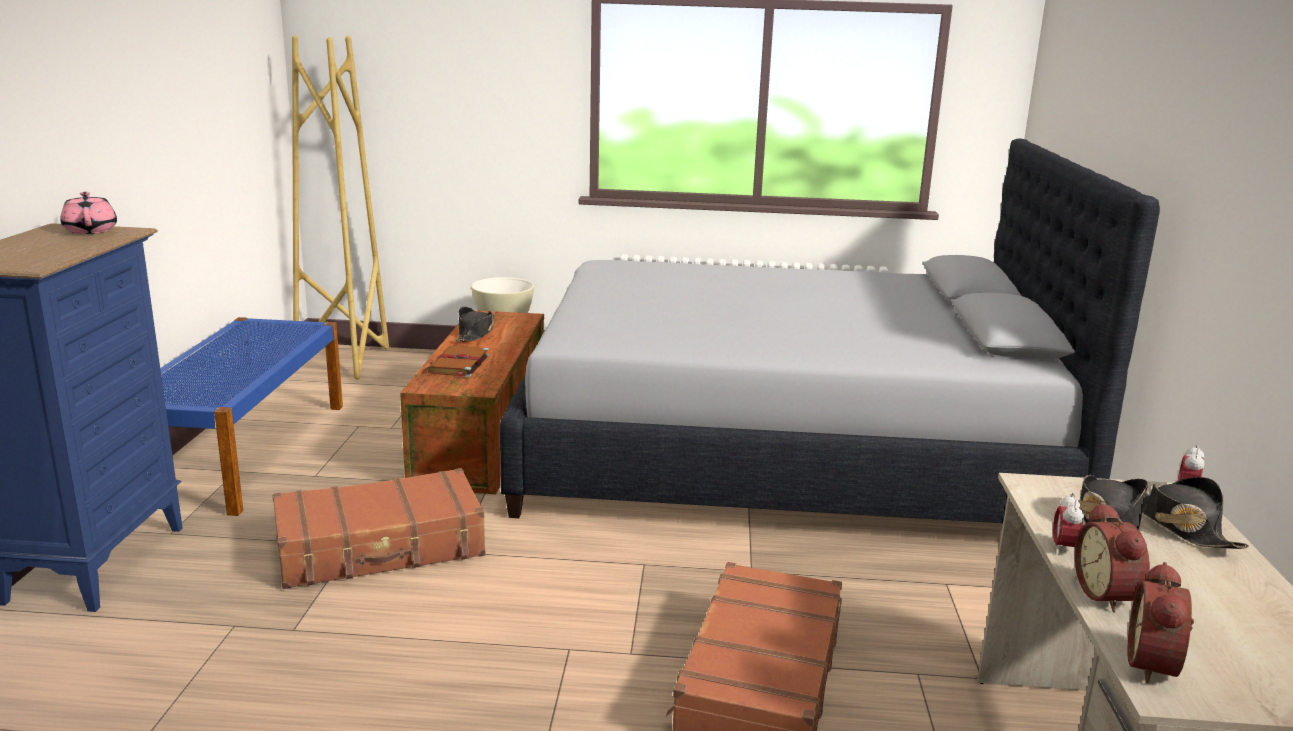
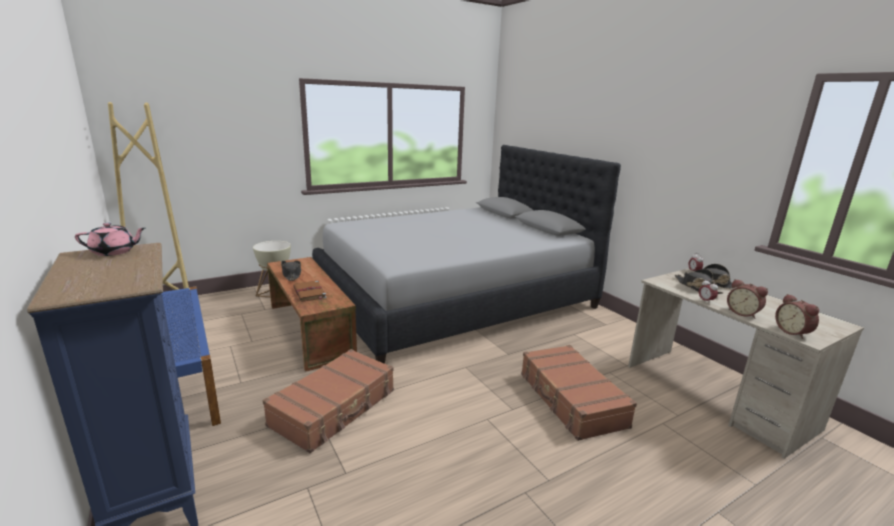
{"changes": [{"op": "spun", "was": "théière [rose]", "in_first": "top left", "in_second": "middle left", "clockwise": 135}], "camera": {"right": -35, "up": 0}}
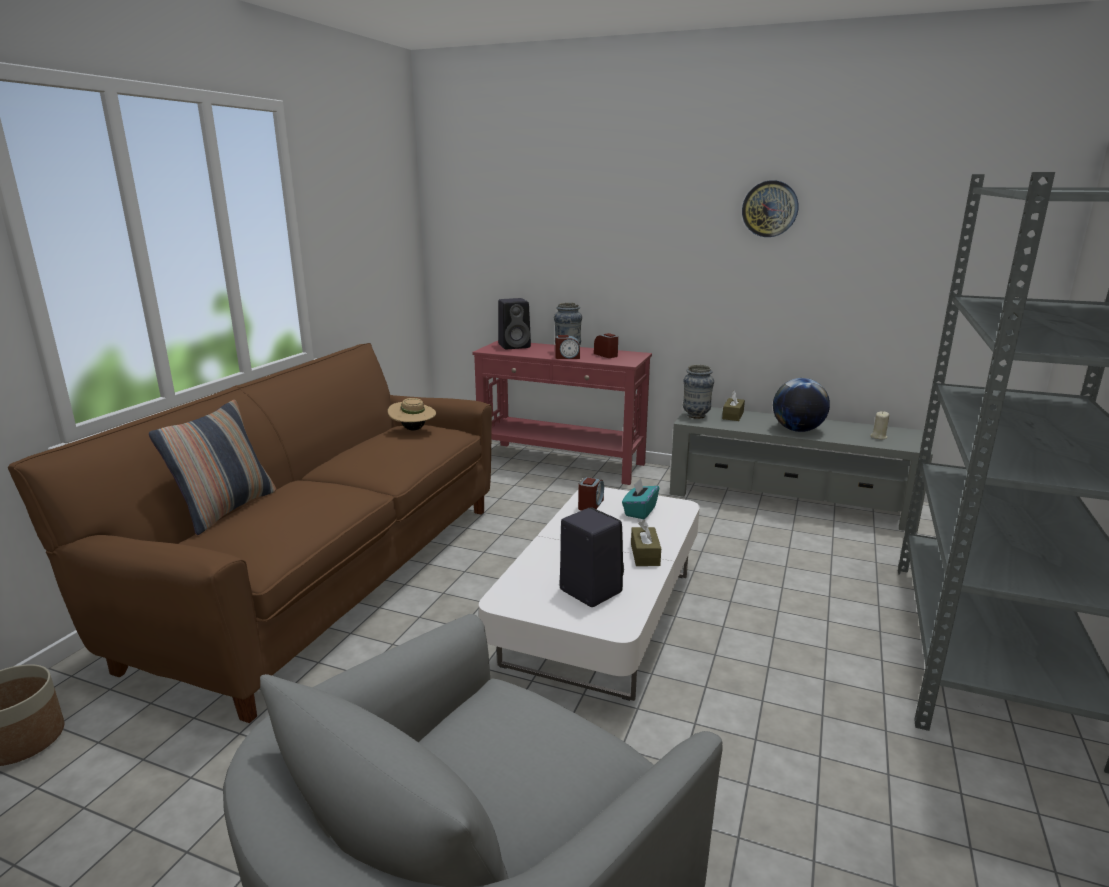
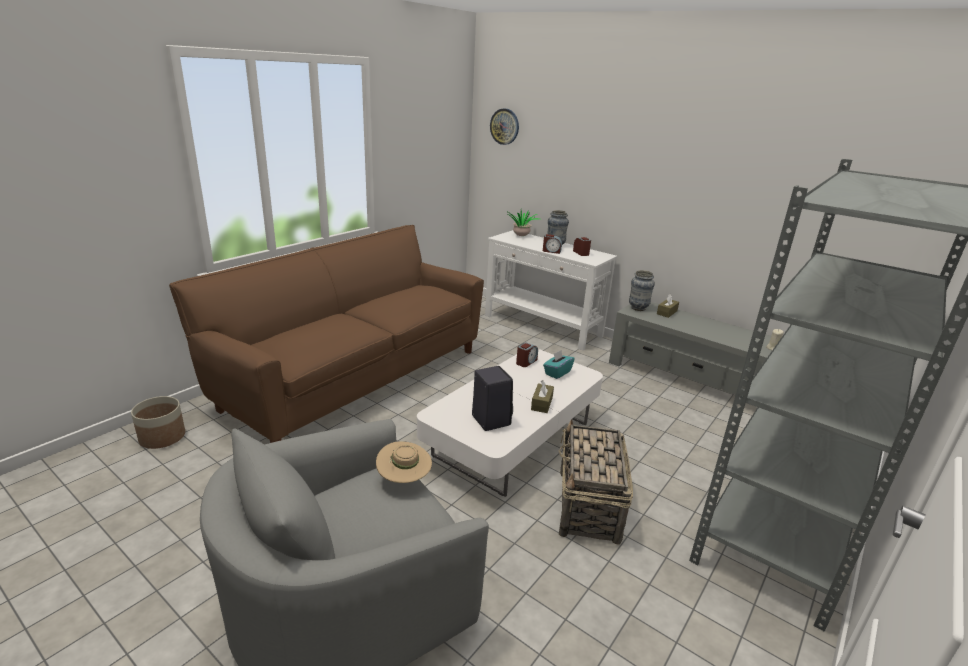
{"changes": [{"op": "relocated", "was": "horloge murale", "in_first": "top right", "in_second": "top centre"}, {"op": "exchanged", "was": "enceinte [noir] (no. 1 from left)", "now": "plante en pot", "in_first": "centre", "in_second": "centre"}, {"op": "colour", "was": "table console [rouge]", "now": "table console [blanc]", "in_first": "centre", "in_second": "centre"}, {"op": "missing", "was": "globe", "in_first": "middle right"}, {"op": "relocated", "was": "chapeau [beige]", "in_first": "centre", "in_second": "bottom centre"}, {"op": "missing", "was": "coussin", "in_first": "middle left"}, {"op": "appeared", "now": "panier", "in_second": "bottom centre"}], "camera": {"right": 15, "up": 5}}
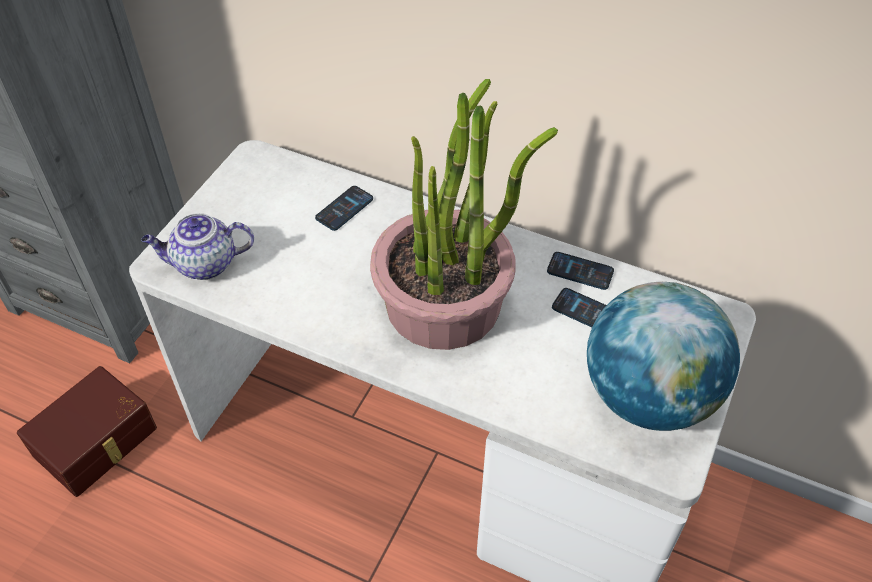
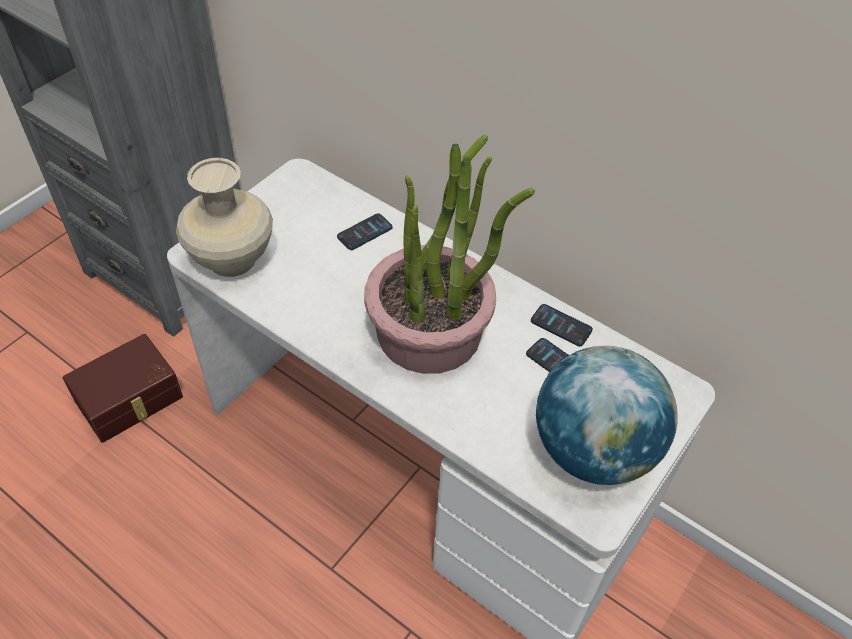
{"changes": [{"op": "exchanged", "was": "théière", "now": "vase [beige]", "in_first": "middle left", "in_second": "middle left"}], "camera": {"right": 10, "up": 0}}
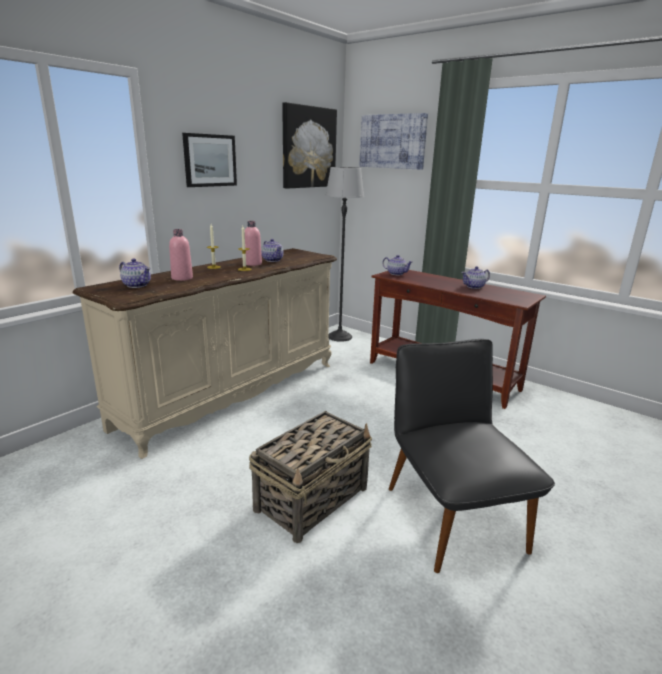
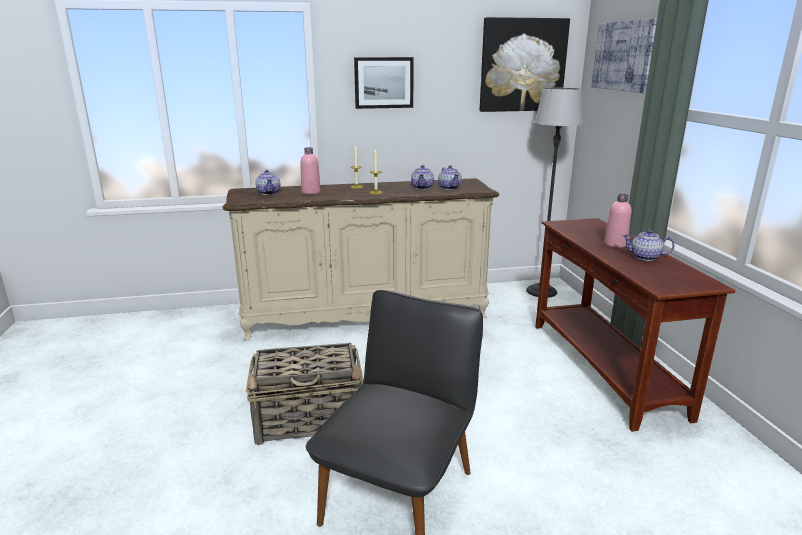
{"changes": [{"op": "relocated", "was": "bouteille [rose] (no. 2 from left)", "in_first": "centre", "in_second": "middle right"}, {"op": "relocated", "was": "théière (no. 3 from left)", "in_first": "centre", "in_second": "top centre"}], "camera": {"right": 40, "up": 0}}
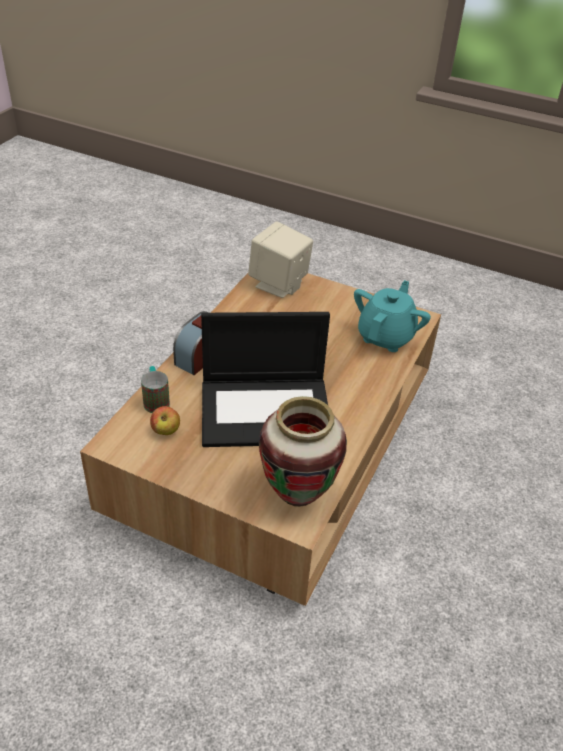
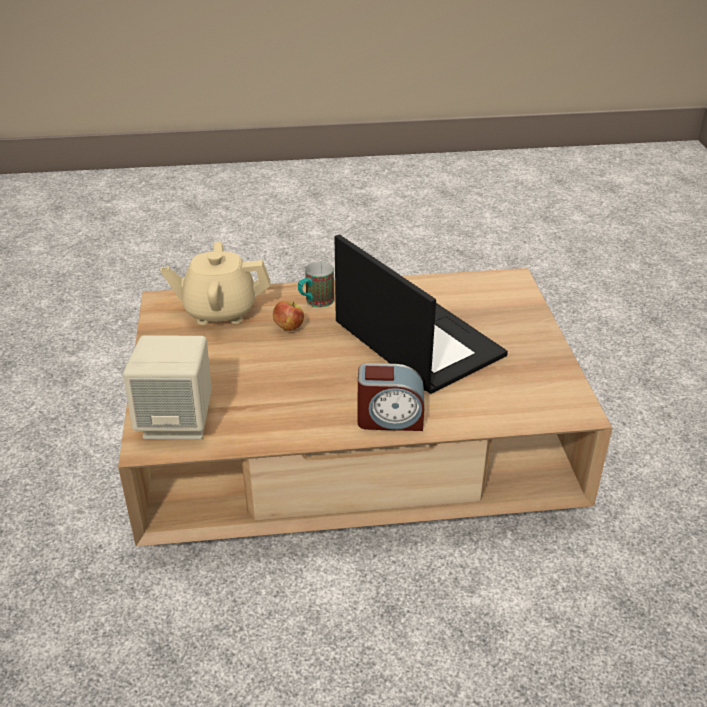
{"changes": [{"op": "colour", "was": "théière [turquoise]", "now": "théière [beige]", "in_first": "middle right", "in_second": "middle left"}, {"op": "relocated", "was": "mug", "in_first": "middle left", "in_second": "centre"}, {"op": "missing", "was": "vase", "in_first": "centre"}, {"op": "relocated", "was": "pomme", "in_first": "middle left", "in_second": "centre"}], "camera": {"right": -120, "up": -5}}
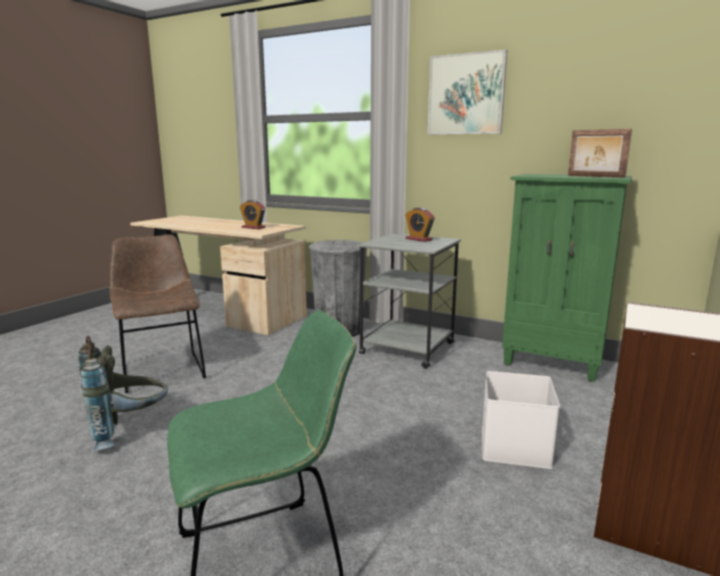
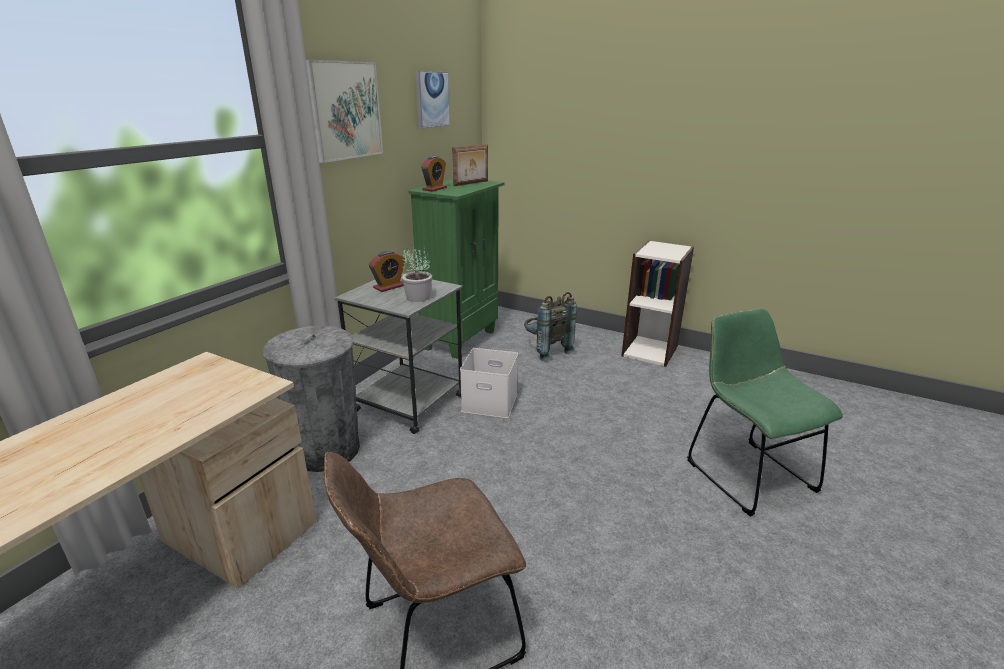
{"changes": [{"op": "relocated", "was": "réveil (no. 1 from left in the first image)", "now": "réveil (no. 2 from left)", "in_first": "centre", "in_second": "top centre"}, {"op": "relocated", "was": "sac à dos [gris]", "in_first": "bottom left", "in_second": "centre"}, {"op": "relocated", "was": "boîte de rangement [blanc]", "in_first": "bottom right", "in_second": "centre"}, {"op": "appeared", "now": "tableau (no. 2 from left)", "in_second": "top centre"}, {"op": "appeared", "now": "plante en pot", "in_second": "centre"}], "camera": {"right": -90, "up": 10}}
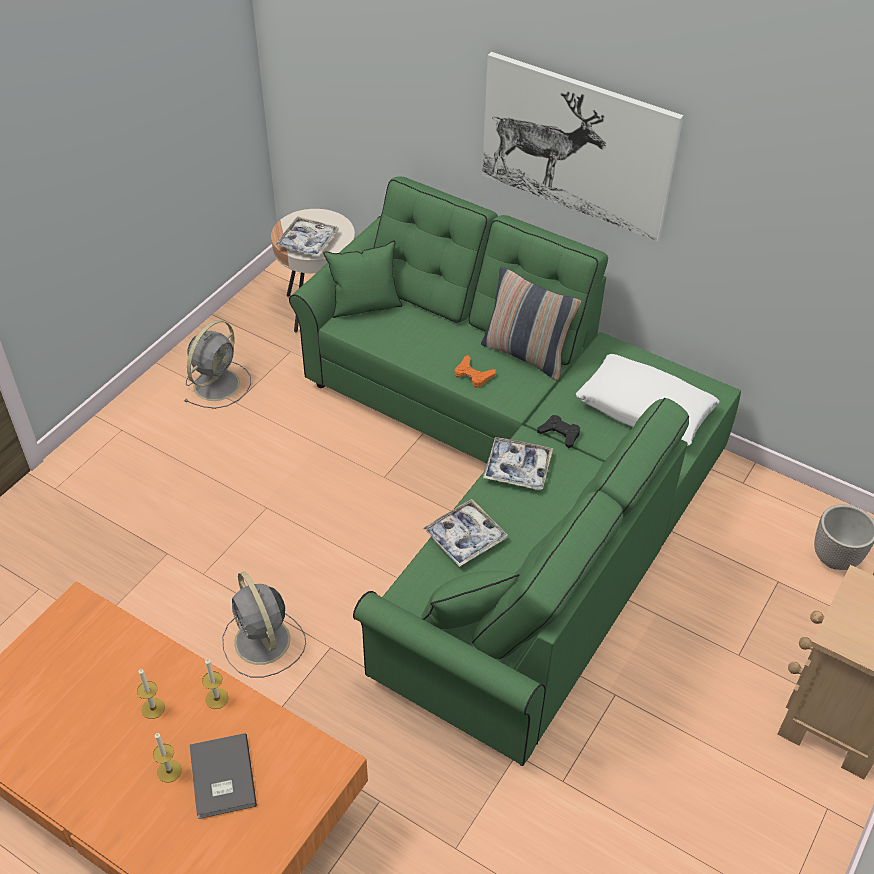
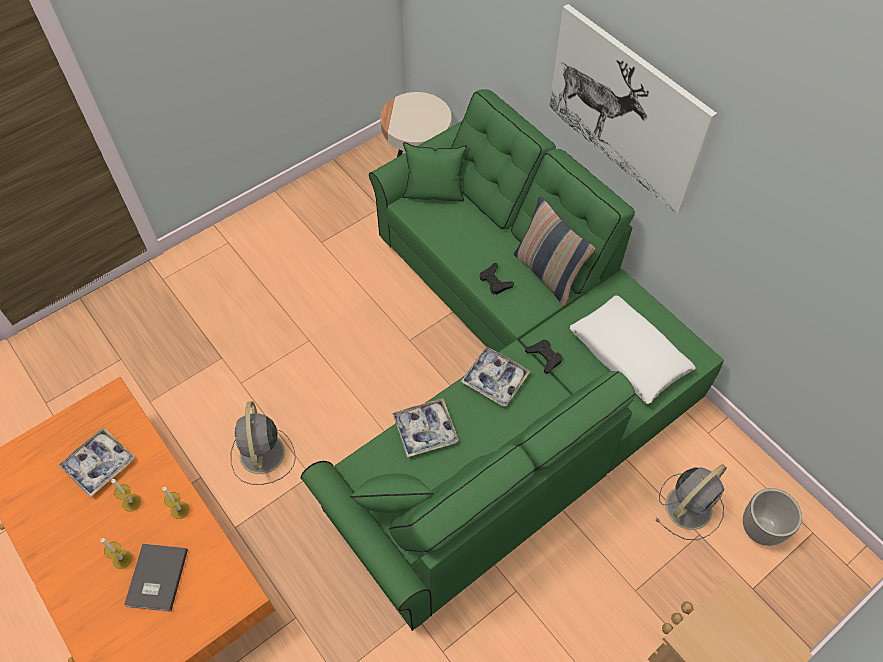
{"changes": [{"op": "relocated", "was": "plateau (no. 1 from left)", "in_first": "top centre", "in_second": "bottom left"}, {"op": "relocated", "was": "ventilateur [gris] (no. 1 from left in the first image)", "now": "ventilateur [gris] (no. 2 from left)", "in_first": "middle left", "in_second": "bottom right"}, {"op": "colour", "was": "manette [orange]", "now": "manette [noir] (no. 1 from left)", "in_first": "centre", "in_second": "centre"}], "camera": {"right": 20, "up": 10}}
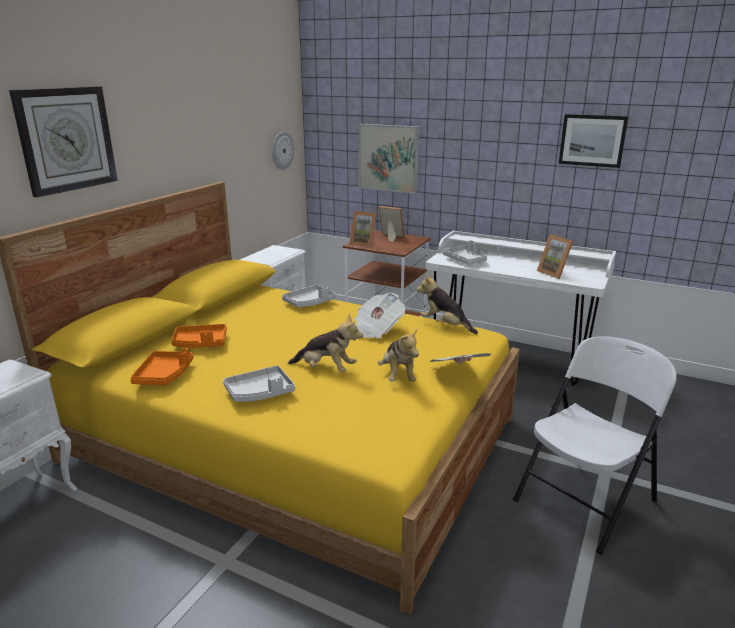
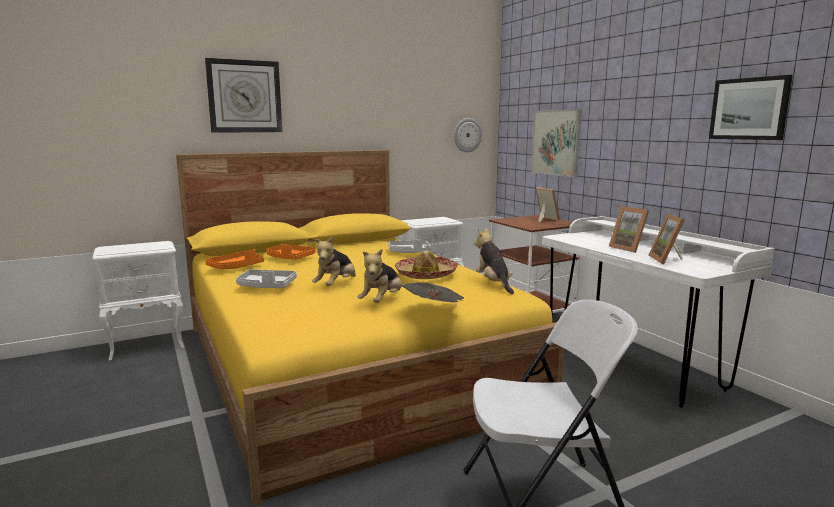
{"changes": [{"op": "relocated", "was": "cadre photo (no. 1 from left in the first image)", "now": "cadre photo (no. 2 from left)", "in_first": "centre", "in_second": "middle right"}, {"op": "missing", "was": "plateau [gris] (no. 3 from left)", "in_first": "centre"}, {"op": "exchanged", "was": "journal (no. 1 from left)", "now": "chapeau", "in_first": "centre", "in_second": "centre"}, {"op": "spun", "was": "peluche (no. 1 from left)", "in_first": "centre", "in_second": "centre", "clockwise": 60}], "camera": {"right": 35, "up": -10}}
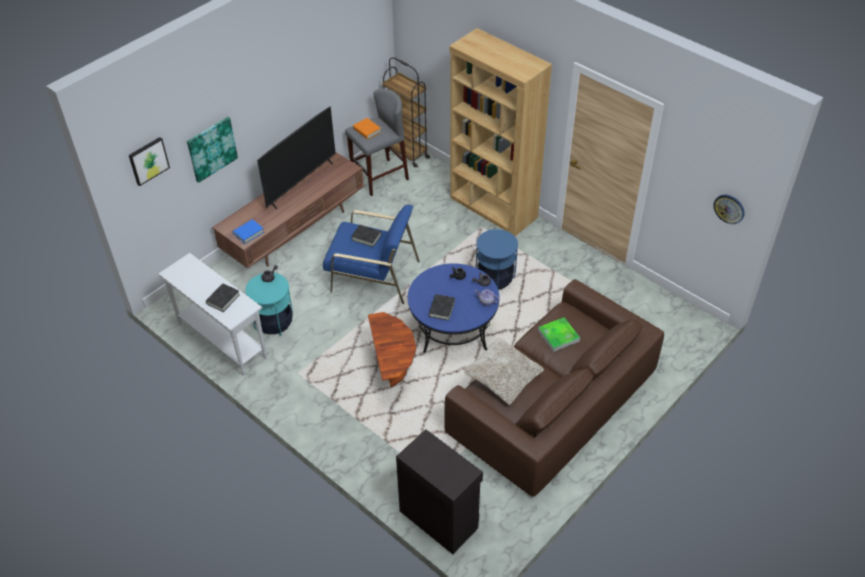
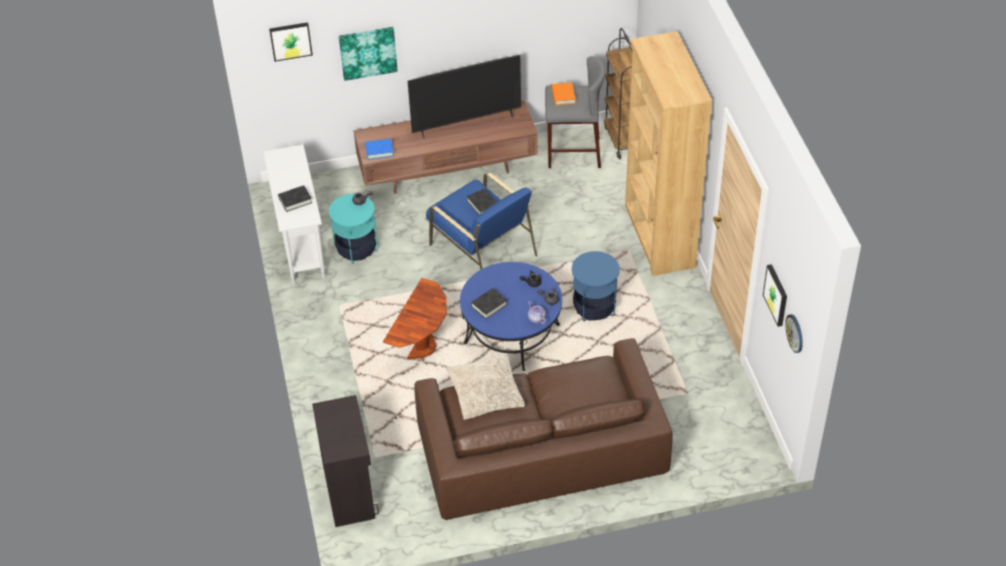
{"changes": [{"op": "missing", "was": "plateau", "in_first": "centre"}, {"op": "appeared", "now": "tableau (no. 3 from left)", "in_second": "middle right"}], "camera": {"right": 35, "up": 0}}
